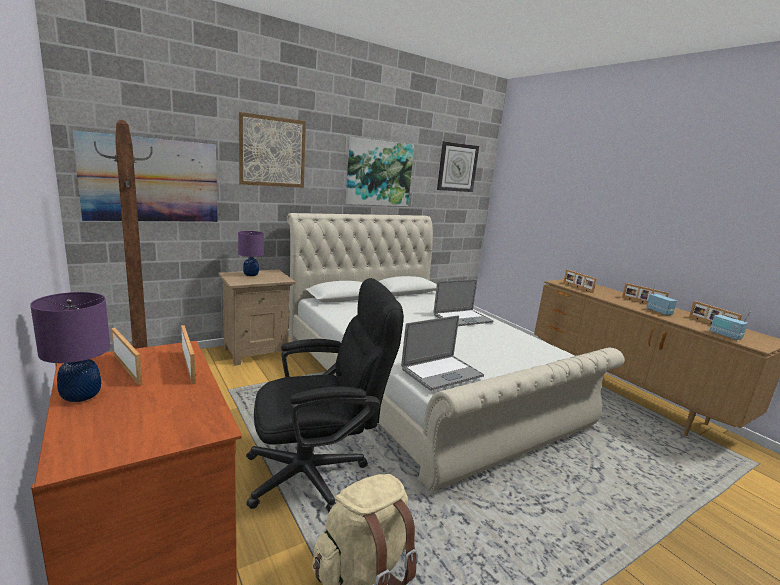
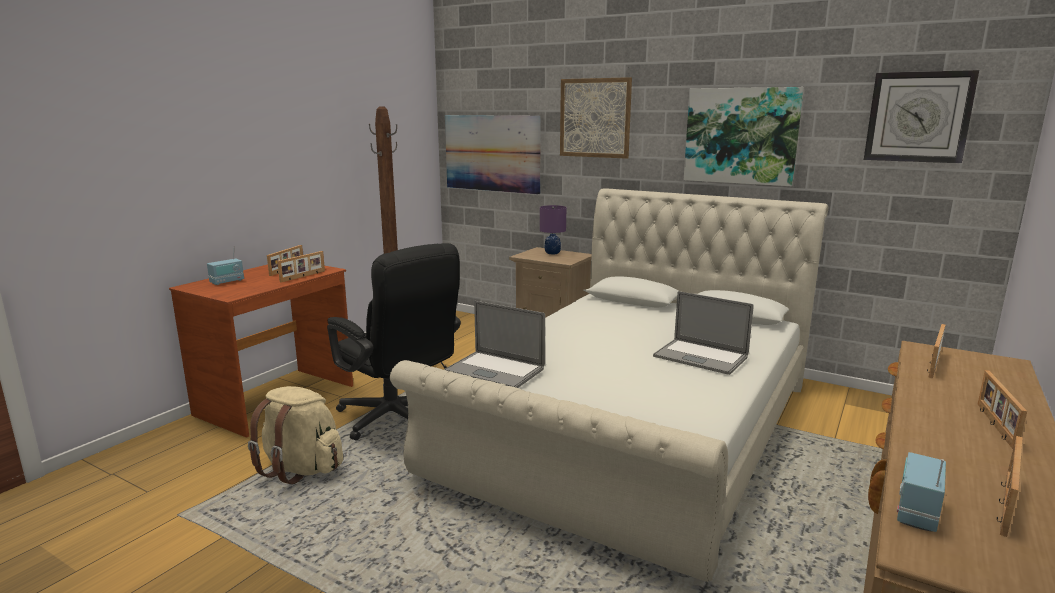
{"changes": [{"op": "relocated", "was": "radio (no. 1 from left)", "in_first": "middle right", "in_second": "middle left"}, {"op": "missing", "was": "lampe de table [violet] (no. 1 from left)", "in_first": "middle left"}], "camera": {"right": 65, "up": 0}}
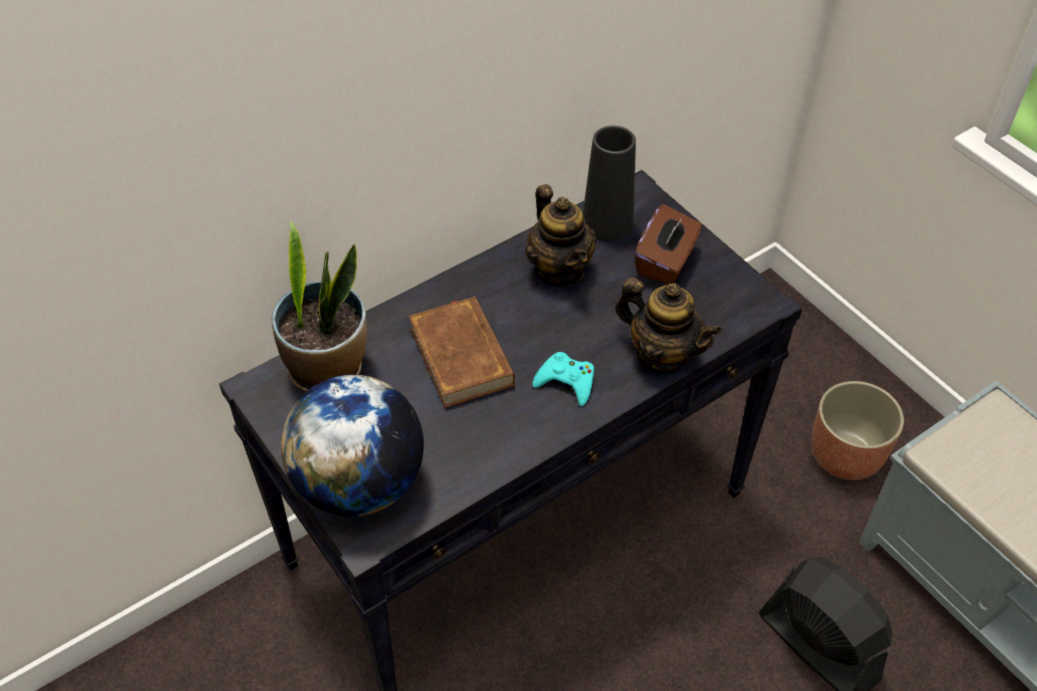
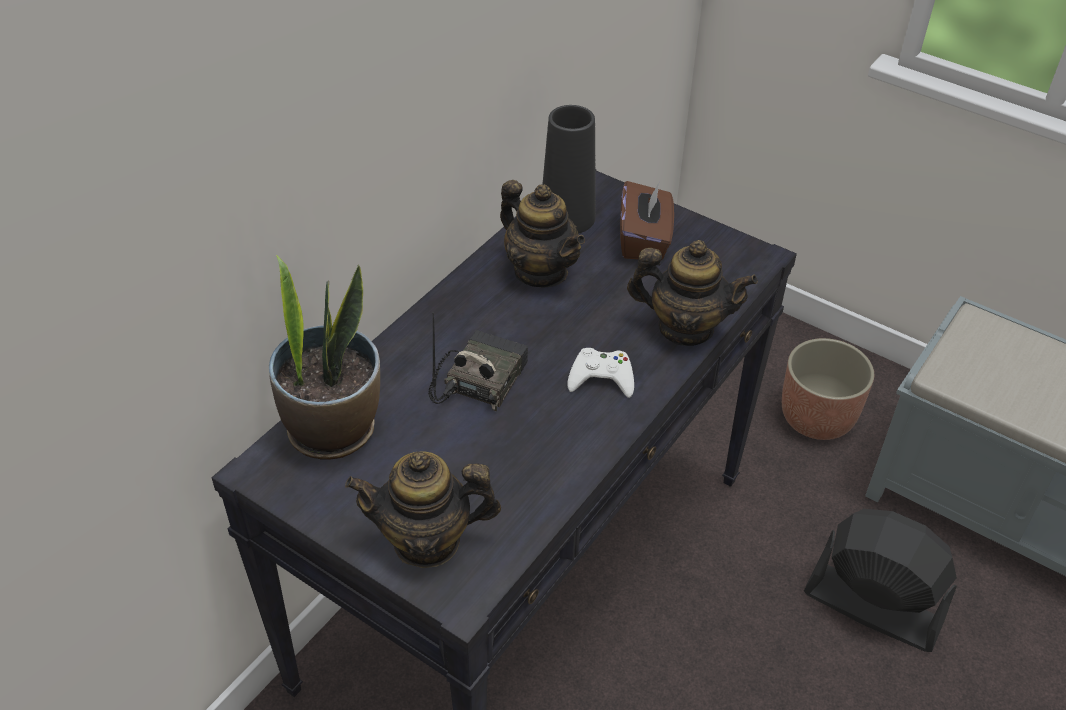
{"changes": [{"op": "exchanged", "was": "livre [marron]", "now": "radio", "in_first": "centre", "in_second": "centre"}, {"op": "colour", "was": "manette [turquoise]", "now": "manette [blanc]", "in_first": "centre", "in_second": "centre"}, {"op": "exchanged", "was": "globe", "now": "théière (no. 1 from left)", "in_first": "centre", "in_second": "bottom centre"}], "camera": {"right": -20, "up": -5}}
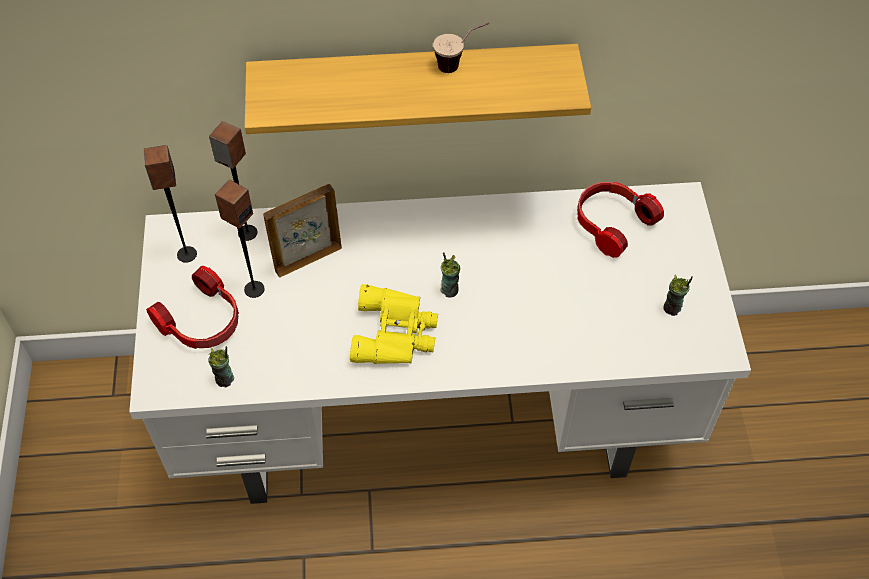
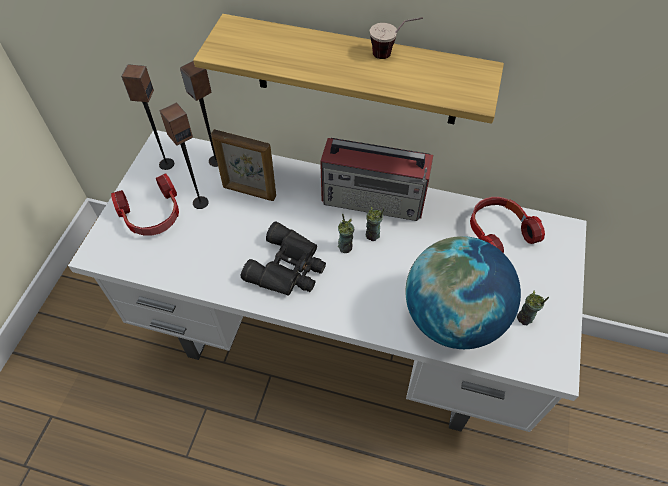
{"changes": [{"op": "spun", "was": "cadre photo", "in_first": "centre", "in_second": "centre", "clockwise": -150}, {"op": "colour", "was": "jumelles [jaune]", "now": "jumelles [noir]", "in_first": "centre", "in_second": "centre"}, {"op": "relocated", "was": "tasse (no. 1 from left in the first image)", "now": "tasse (no. 2 from left)", "in_first": "middle left", "in_second": "centre"}, {"op": "appeared", "now": "radio", "in_second": "centre"}, {"op": "appeared", "now": "globe", "in_second": "middle right"}], "camera": {"right": 20, "up": 0}}
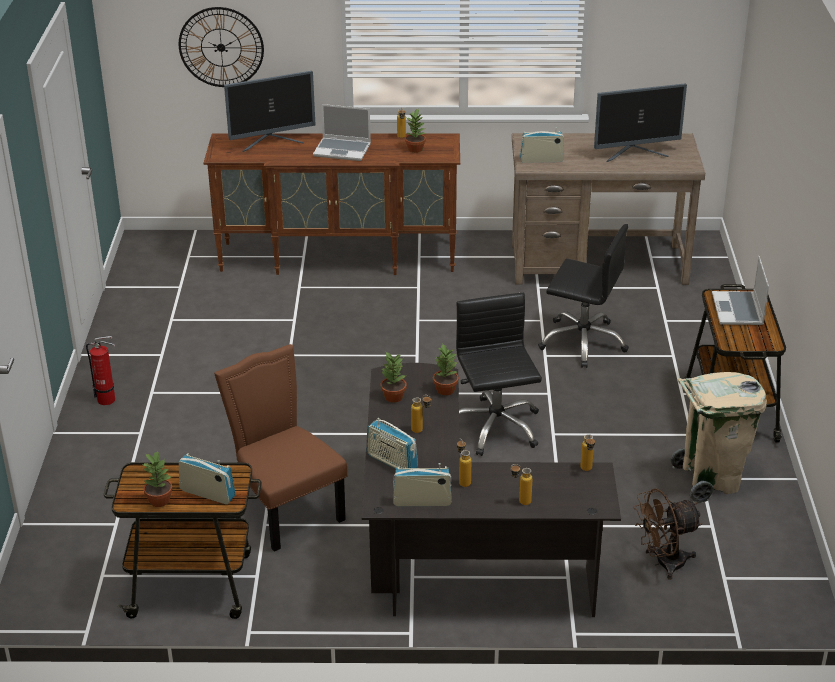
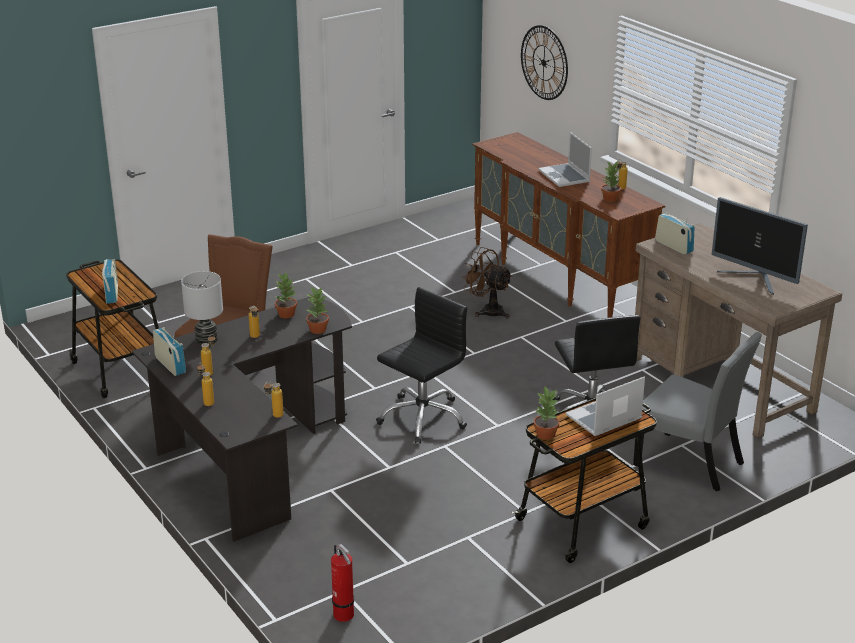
{"changes": [{"op": "missing", "was": "écran d'ordinateur (no. 1 from left)", "in_first": "top left"}, {"op": "relocated", "was": "extincteur", "in_first": "middle left", "in_second": "bottom centre"}, {"op": "missing", "was": "poubelle [beige]", "in_first": "middle right"}, {"op": "exchanged", "was": "radio (no. 2 from left)", "now": "lampe de table [gris]", "in_first": "centre", "in_second": "middle left"}, {"op": "relocated", "was": "plante en pot (no. 1 from left in the first image)", "now": "plante en pot (no. 3 from left)", "in_first": "bottom left", "in_second": "centre"}, {"op": "relocated", "was": "ventilateur [marron]", "in_first": "bottom right", "in_second": "centre"}, {"op": "appeared", "now": "chaise [gris]", "in_second": "middle right"}], "camera": {"right": 55, "up": -5}}
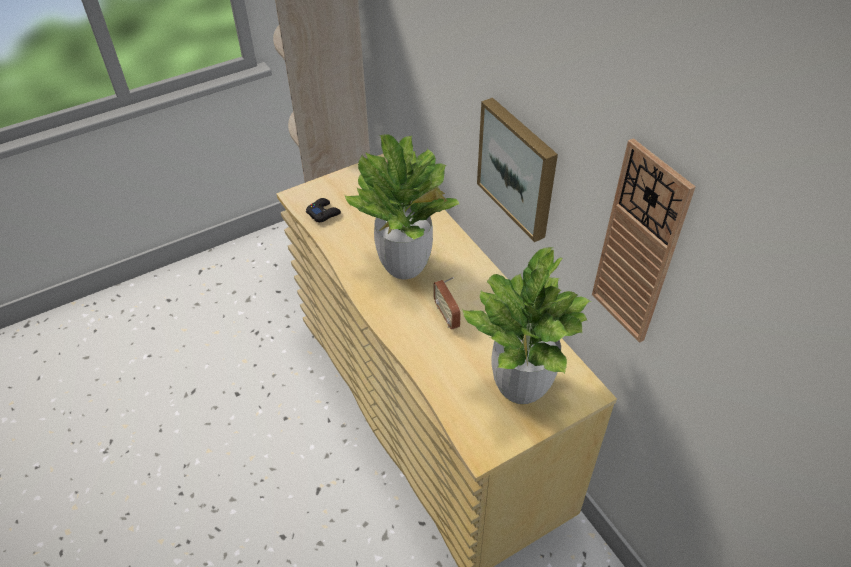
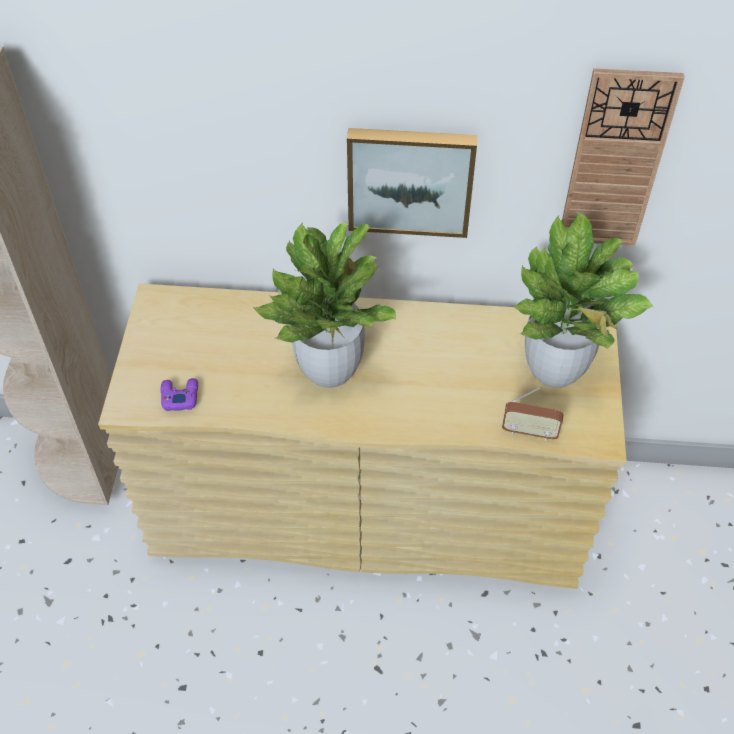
{"changes": [{"op": "colour", "was": "manette [noir]", "now": "manette [violet]", "in_first": "centre", "in_second": "middle left"}, {"op": "relocated", "was": "radio", "in_first": "centre", "in_second": "middle right"}], "camera": {"right": -55, "up": 5}}
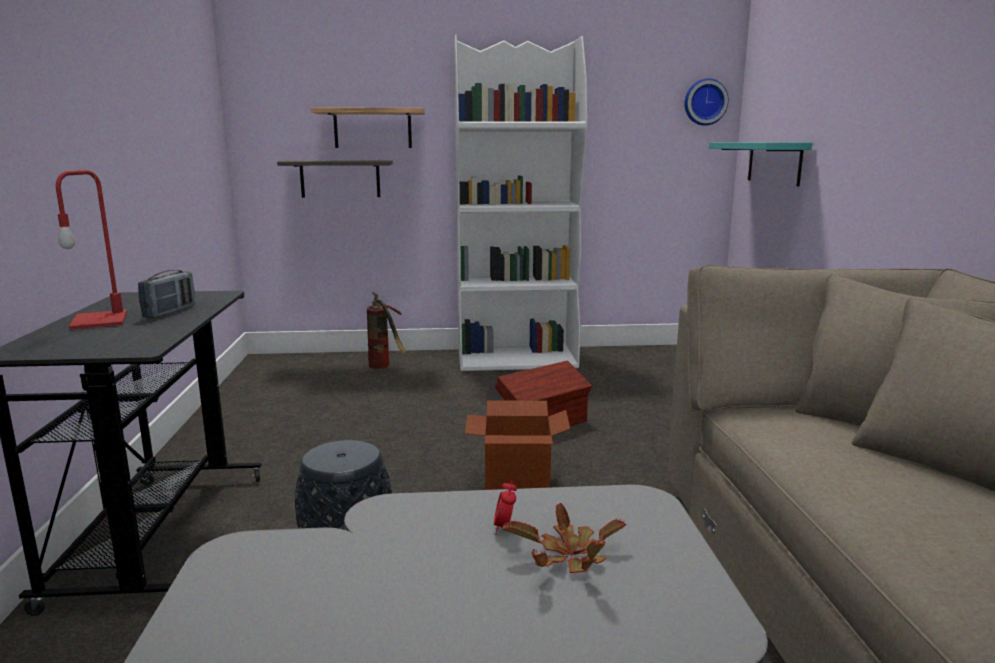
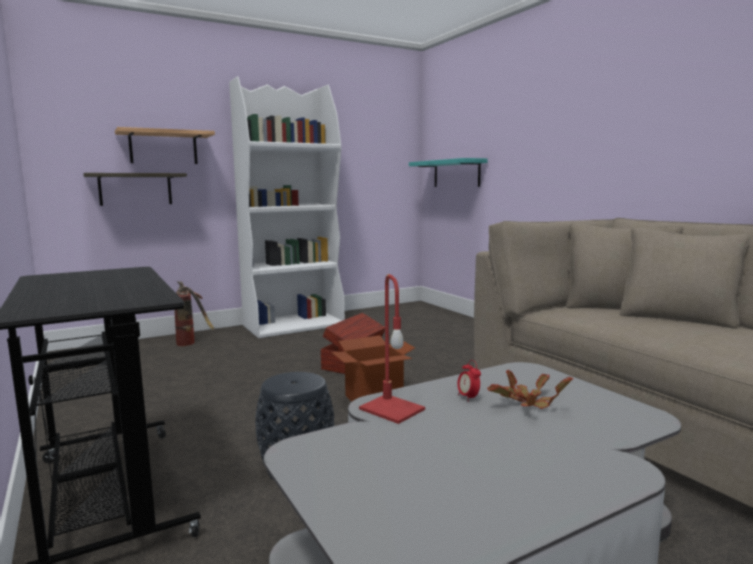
{"changes": [{"op": "missing", "was": "horloge murale", "in_first": "top right"}, {"op": "relocated", "was": "lampe de table [rouge]", "in_first": "middle left", "in_second": "centre"}, {"op": "missing", "was": "radio", "in_first": "middle left"}], "camera": {"right": -25, "up": -5}}
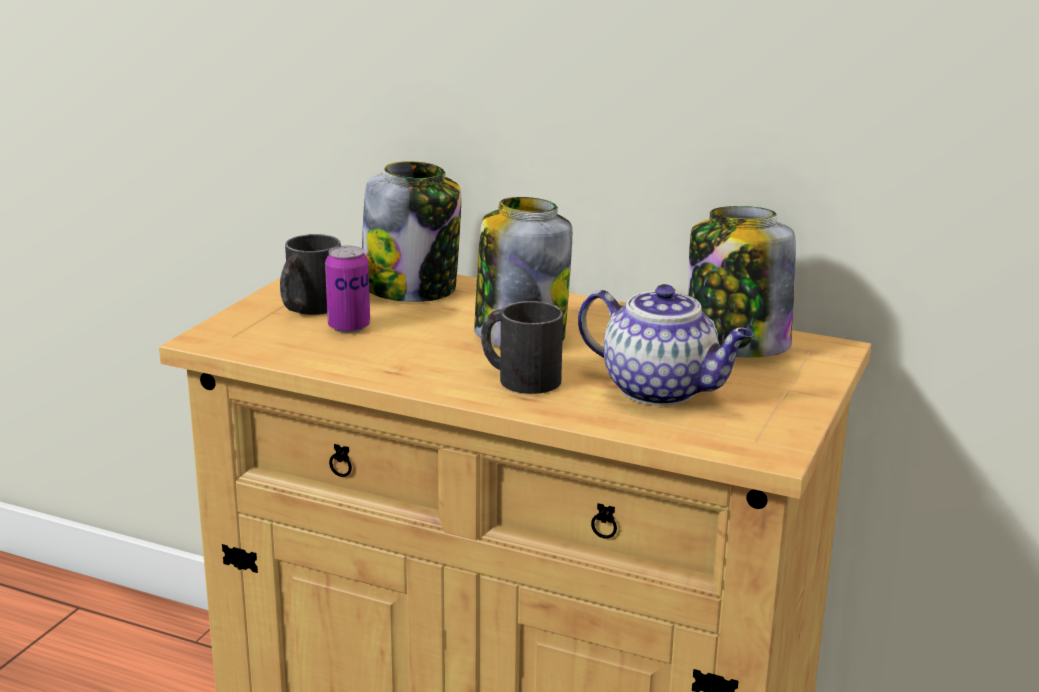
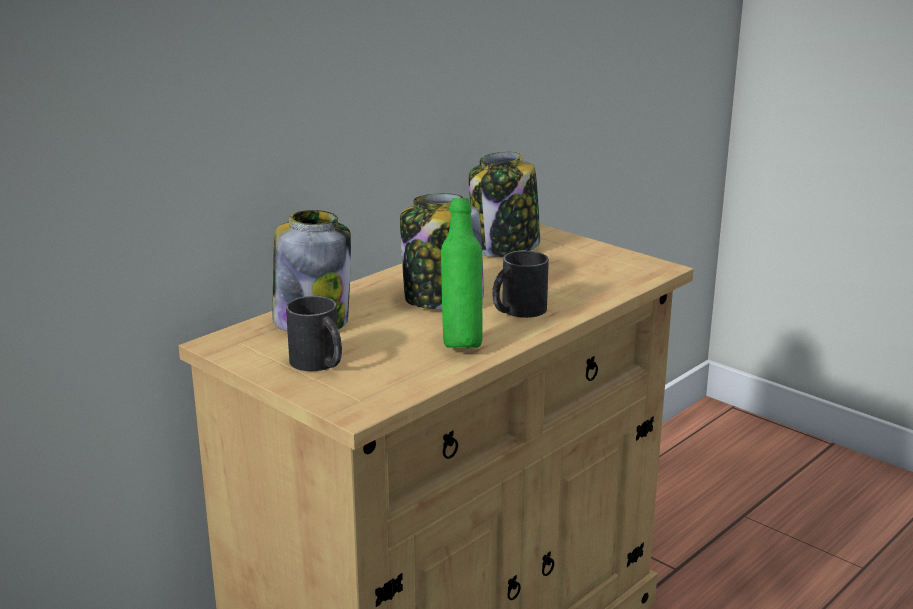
{"changes": [{"op": "missing", "was": "boîte métallique", "in_first": "centre"}, {"op": "missing", "was": "théière", "in_first": "centre"}, {"op": "appeared", "now": "bouteille [vert]", "in_second": "centre"}], "camera": {"right": -70, "up": 0}}
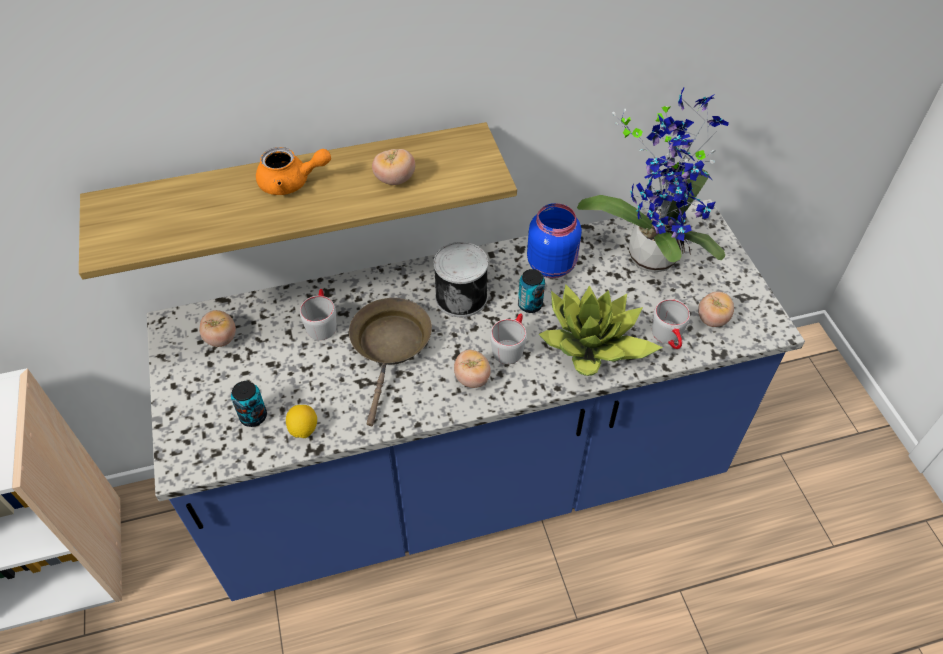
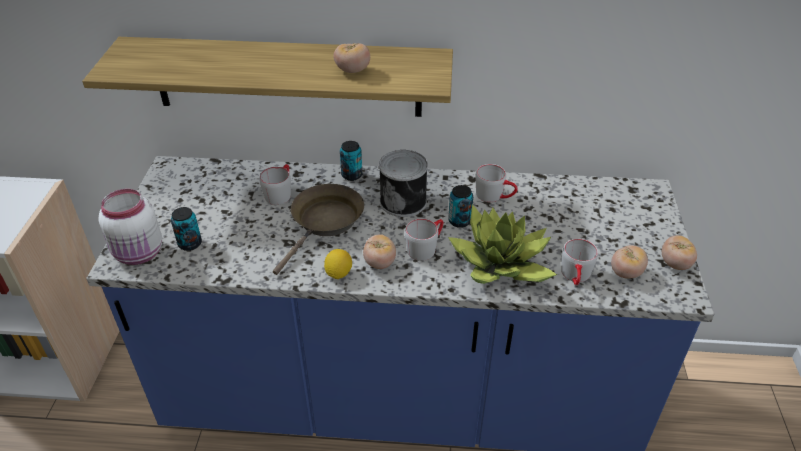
{"changes": [{"op": "missing", "was": "plante en pot (no. 2 from left)", "in_first": "top right"}, {"op": "missing", "was": "théière [orange]", "in_first": "top left"}, {"op": "exchanged", "was": "bocal [bleu]", "now": "mug [gris] (no. 3 from left)", "in_first": "centre", "in_second": "centre"}, {"op": "relocated", "was": "tomate (no. 1 from left in the first image)", "now": "tomate (no. 4 from left)", "in_first": "middle left", "in_second": "middle right"}, {"op": "relocated", "was": "citron", "in_first": "middle left", "in_second": "centre"}, {"op": "appeared", "now": "boîte métallique (no. 2 from left)", "in_second": "centre"}, {"op": "appeared", "now": "bocal [blanc]", "in_second": "middle left"}], "camera": {"right": 20, "up": -10}}
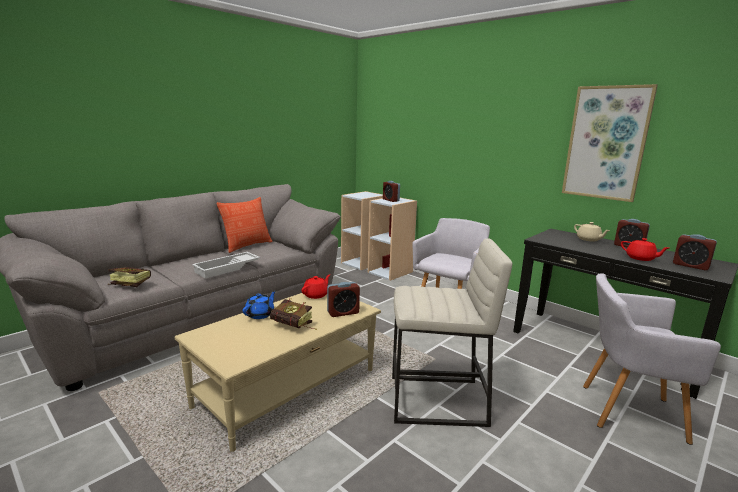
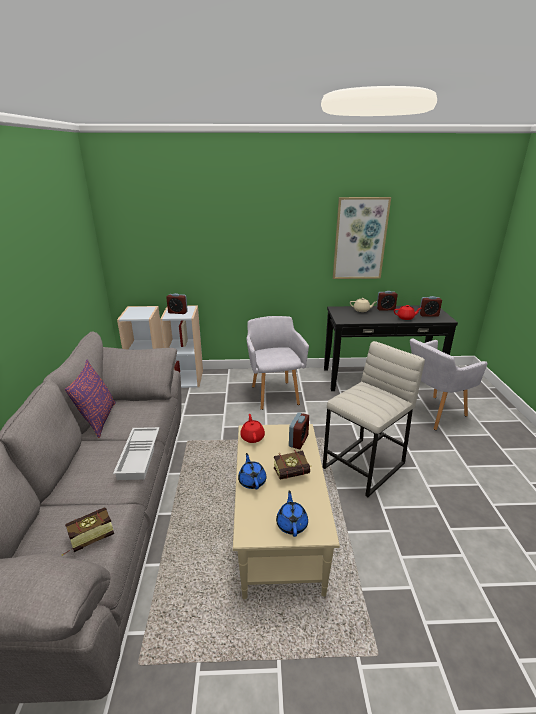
{"changes": [{"op": "colour", "was": "coussin [orange]", "now": "coussin [violet]", "in_first": "middle left", "in_second": "middle left"}, {"op": "appeared", "now": "théière [bleu] (no. 2 from left)", "in_second": "bottom centre"}], "camera": {"right": -45, "up": 10}}
